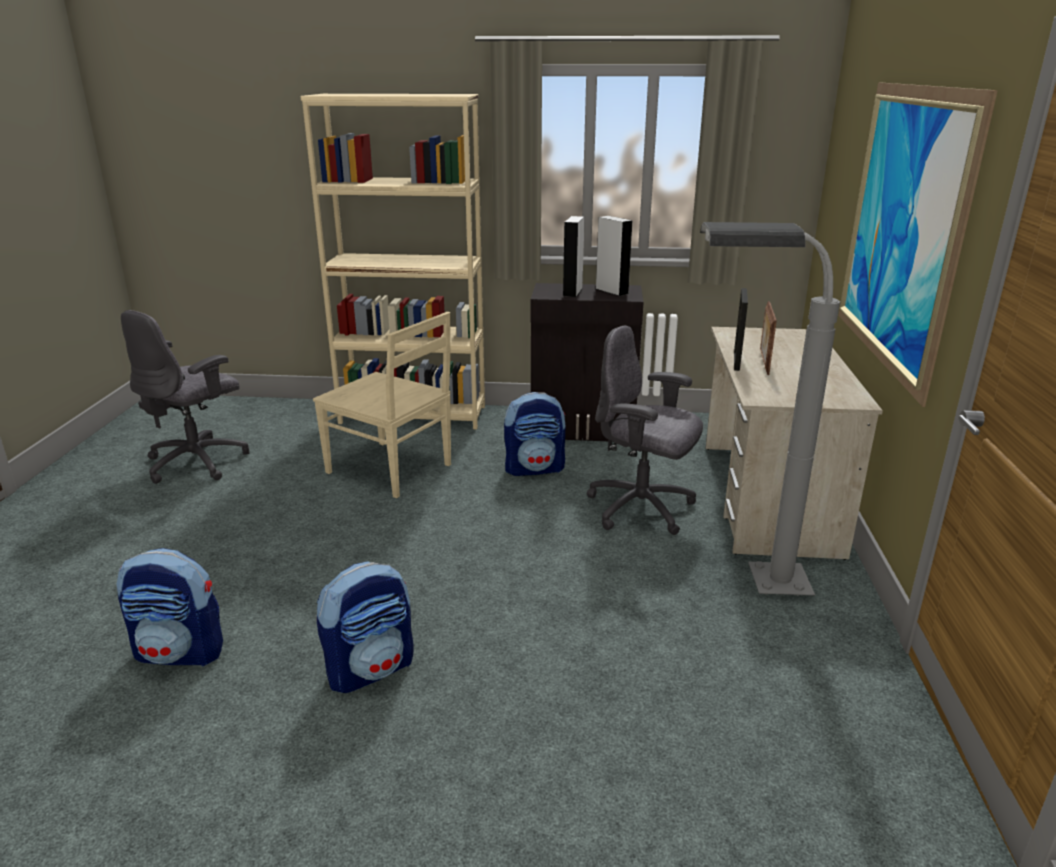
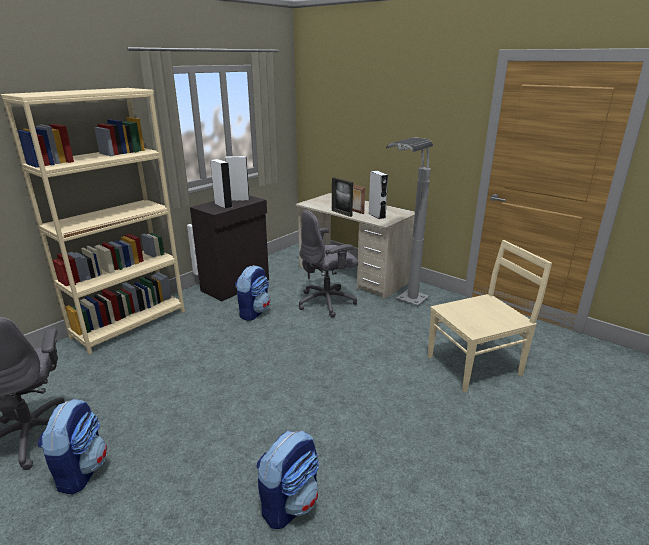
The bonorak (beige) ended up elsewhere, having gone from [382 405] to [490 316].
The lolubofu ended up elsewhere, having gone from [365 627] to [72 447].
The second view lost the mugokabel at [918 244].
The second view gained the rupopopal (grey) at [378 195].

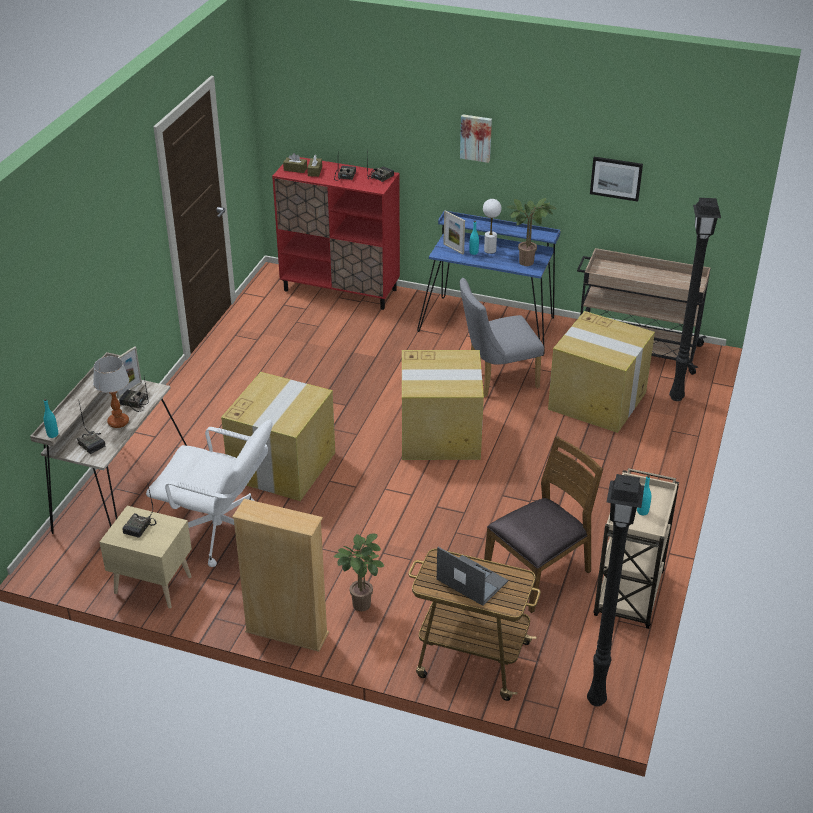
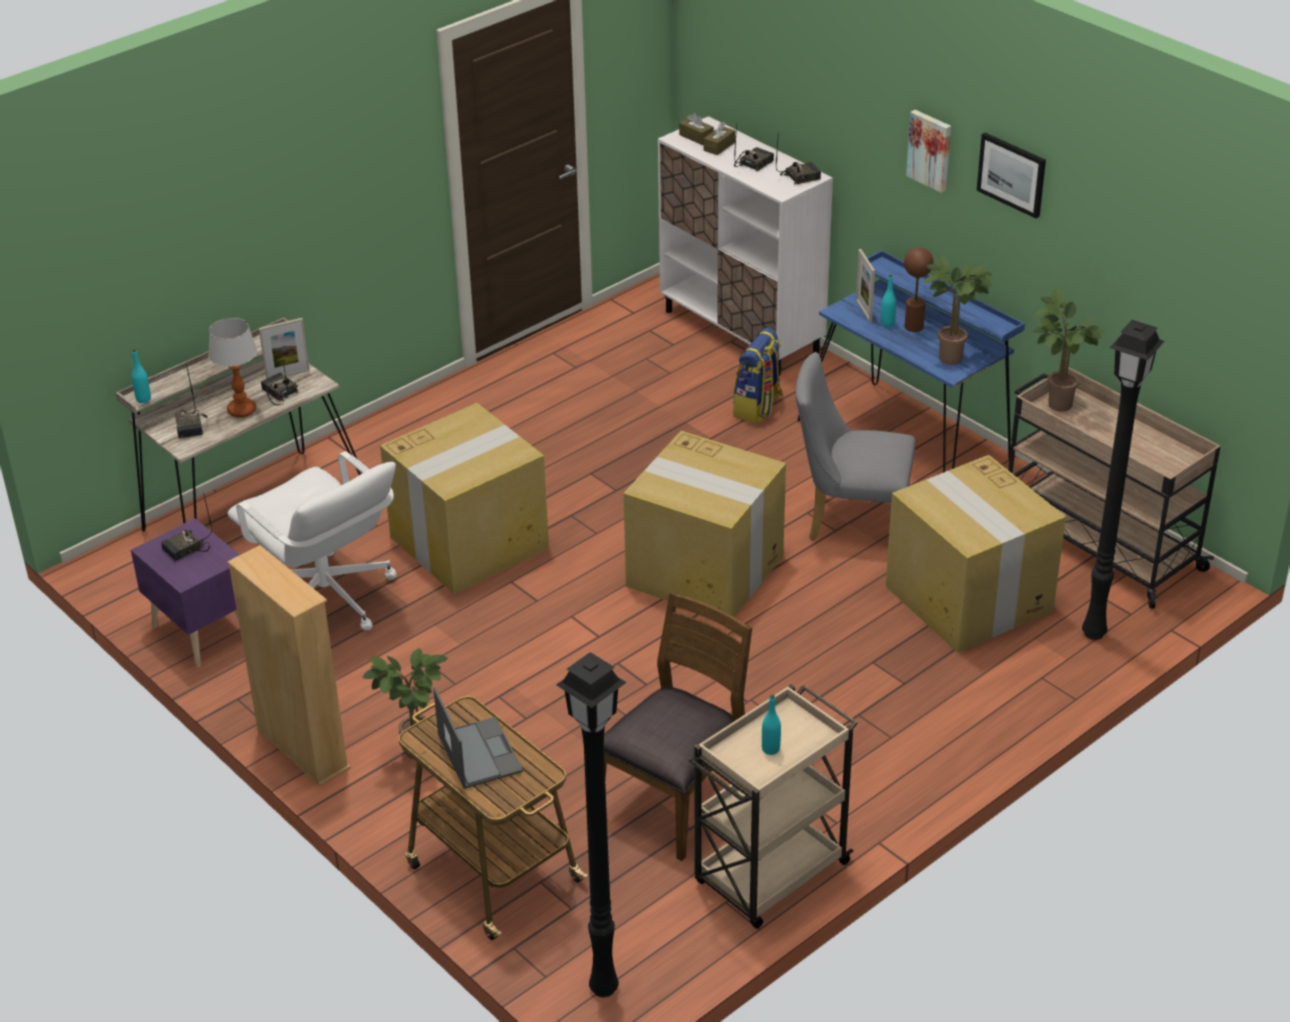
What was the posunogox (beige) at [146 557] turned into the posunogox (purple) at [185 593].
What was the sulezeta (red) at [336 233] turned into the sulezeta (white) at [745 246].
What was the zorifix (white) at [492 226] turned into the zorifix (brown) at [918 289].
The bonorak (brown) at [543 524] ended up facing another way, 45 degrees counterclockwise from before.
The mugokabel ended up elsewhere, having gone from [616 179] to [1011 175].
The second view gained the lolubofu at [758 375].
The second view gained the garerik at [1068 350].

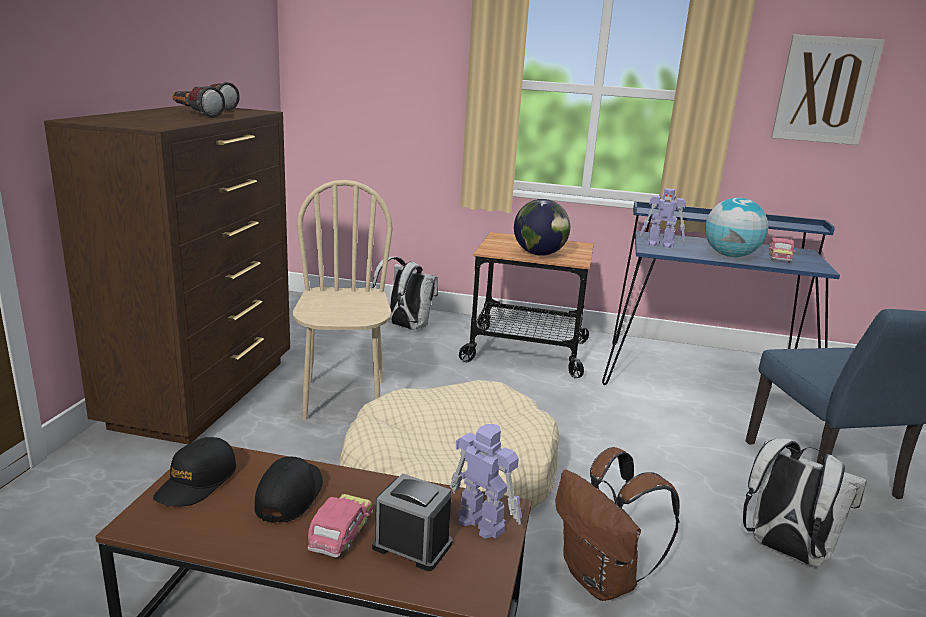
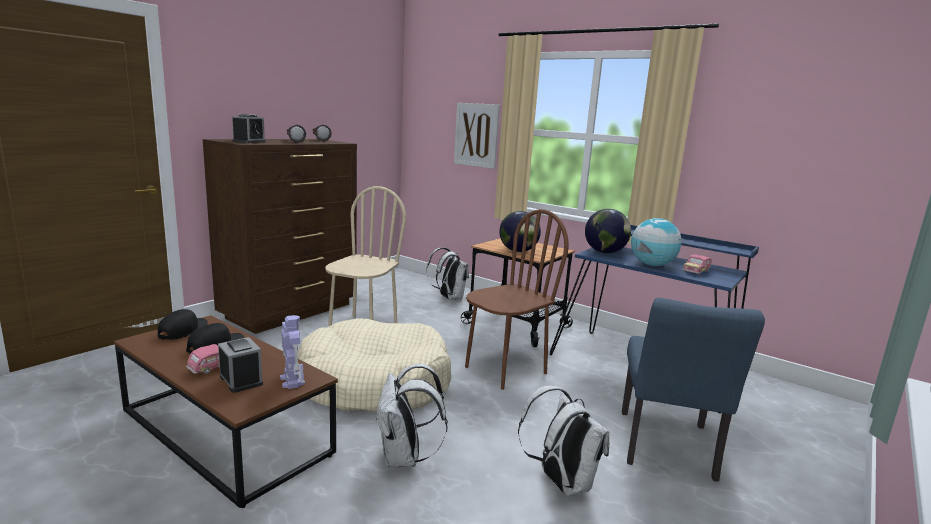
The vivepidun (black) at [194 472] ended up facing another way, 150 degrees clockwise from before.
What was the lolubofu (brown) at [618 524] turned into the lolubofu (white) at [411 416].
Where the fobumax stood at [663 218], the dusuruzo came to stand at [608 231].
The mugokabel ended up elsewhere, having gone from [828 90] to [477 136].
The second view gained the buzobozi at [249 128].
The second view gained the bonorak (brown) at [517 299].

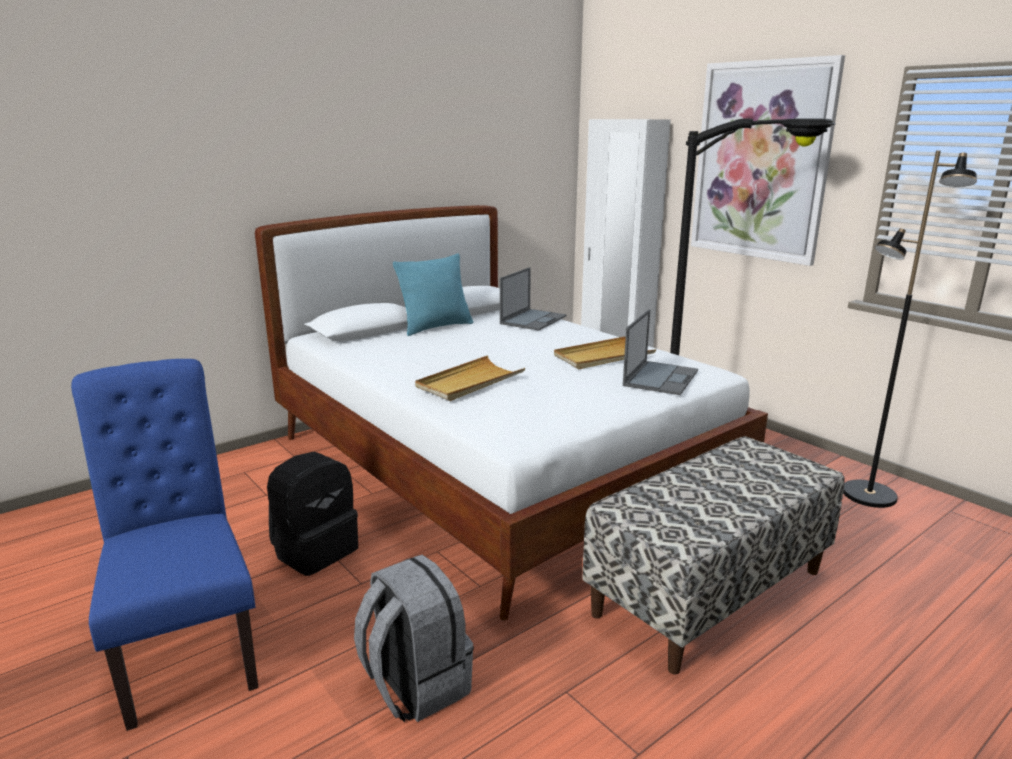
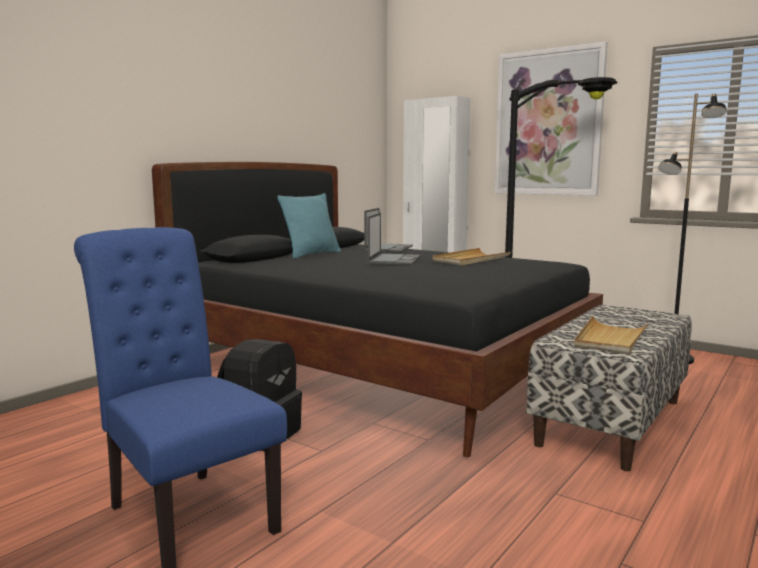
What was the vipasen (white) at [511 413] turned into the vipasen (black) at [377 309].
The second view lost the lolubofu (grey) at [414 638].
The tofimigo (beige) ended up elsewhere, having gone from [470 378] to [611 335].
The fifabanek ended up elsewhere, having gone from [660 352] to [393 239].

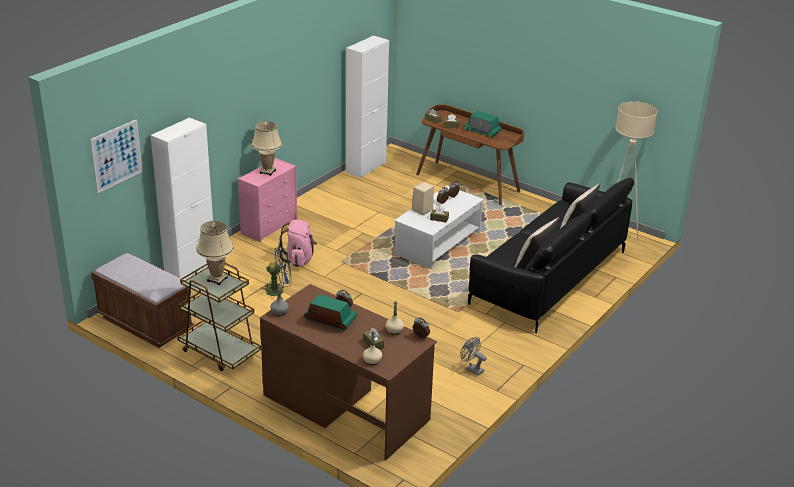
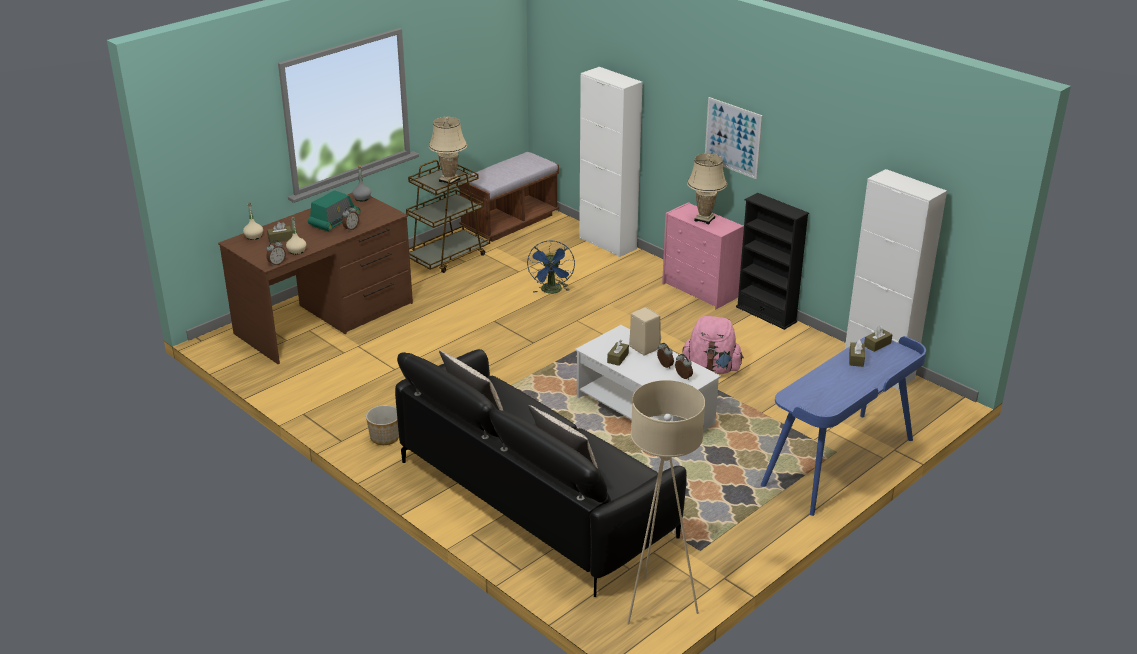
The mugokabel ended up elsewhere, having gone from [116 156] to [734 138].
The lolubofu (pink) ended up elsewhere, having gone from [297 243] to [713 345].
What was the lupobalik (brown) at [470 154] turned into the lupobalik (blue) at [843 426].
The second view lost the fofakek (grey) at [473 356].
The second view lost the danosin at [482 124].
The second view gained the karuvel at [382 425].
The second view gained the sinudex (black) at [772 261].

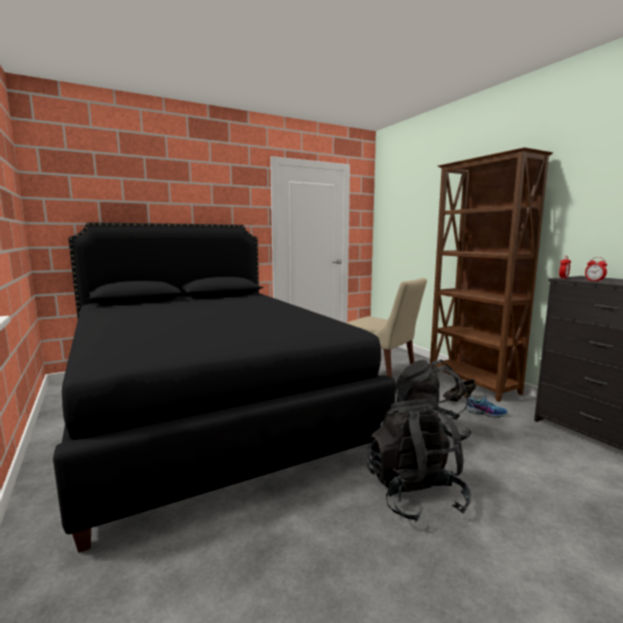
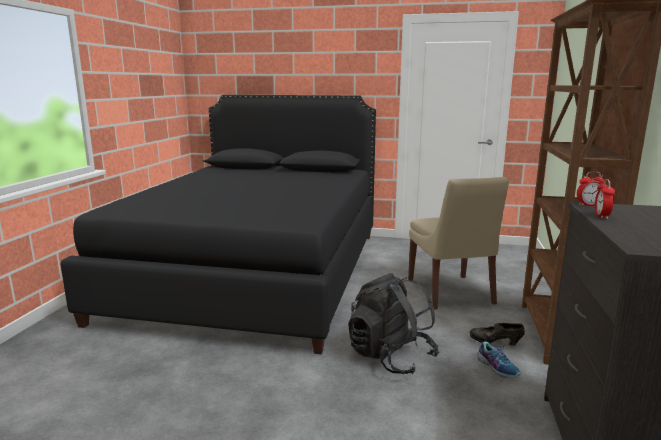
The second view lost the lolubofu (black) at [419 460].

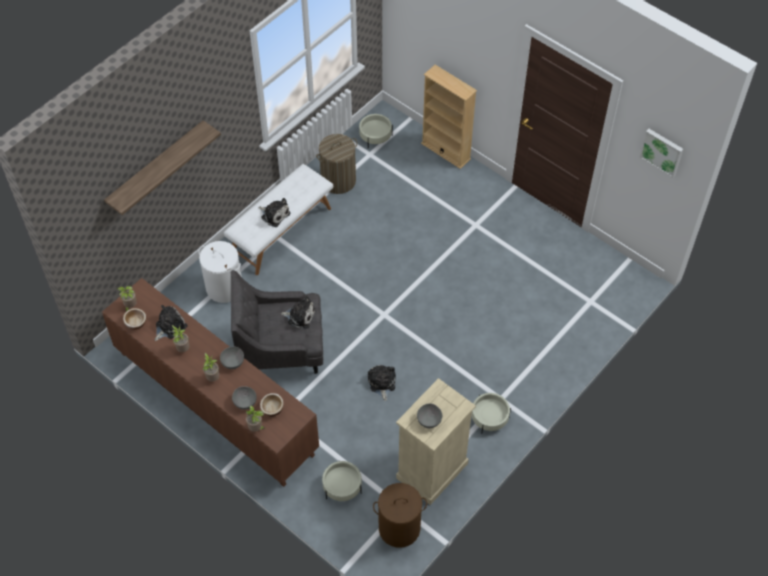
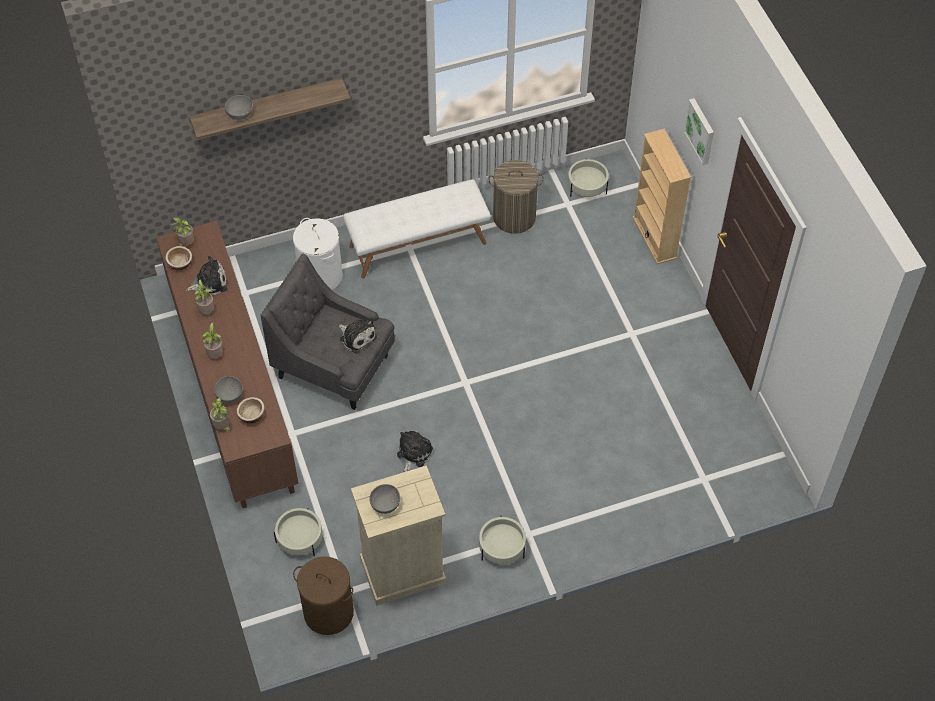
The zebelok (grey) ended up elsewhere, having gone from [232 357] to [239 107].
The second view lost the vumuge at [274 212].
The mugokabel ended up elsewhere, having gone from [661 153] to [699 131].

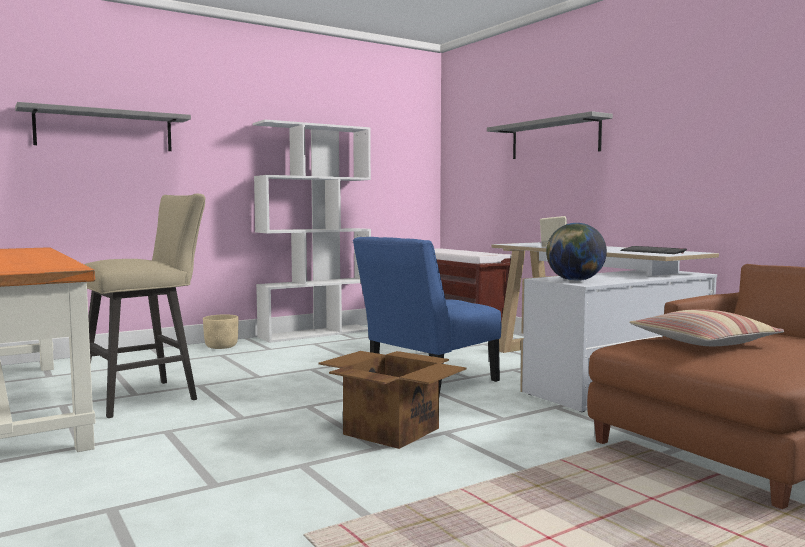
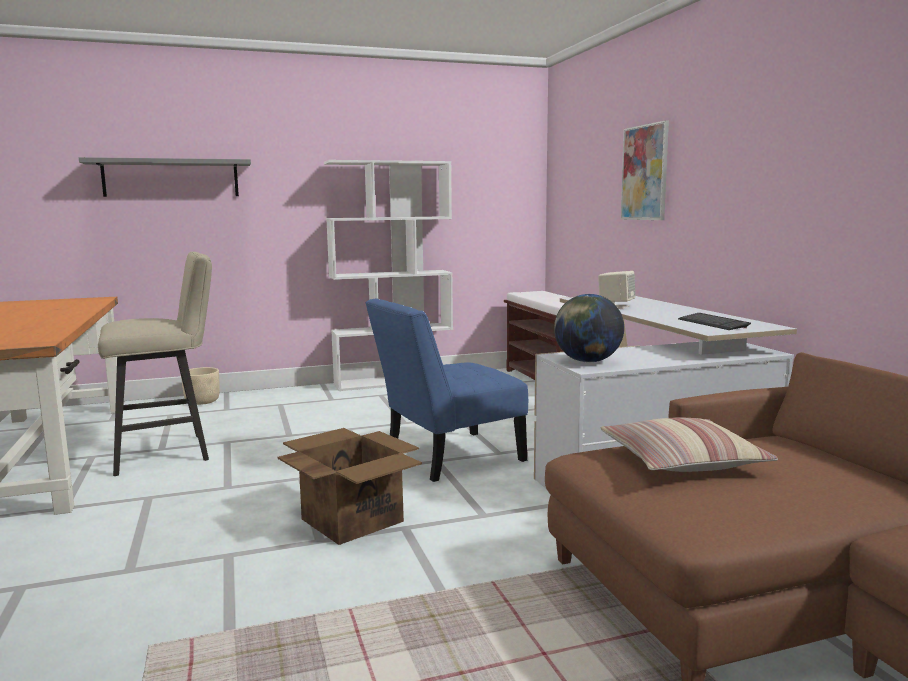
The karuvel (beige) ended up elsewhere, having gone from [220 331] to [200 386].
Where the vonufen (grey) hung at [550 135], the mugokabel came to hang at [645 170].

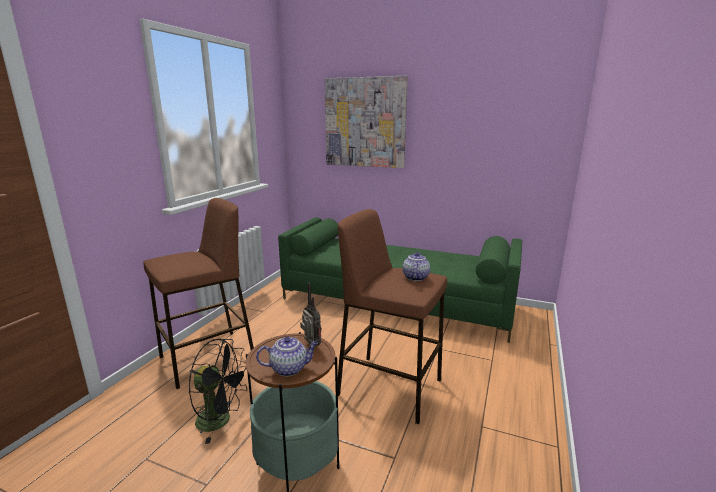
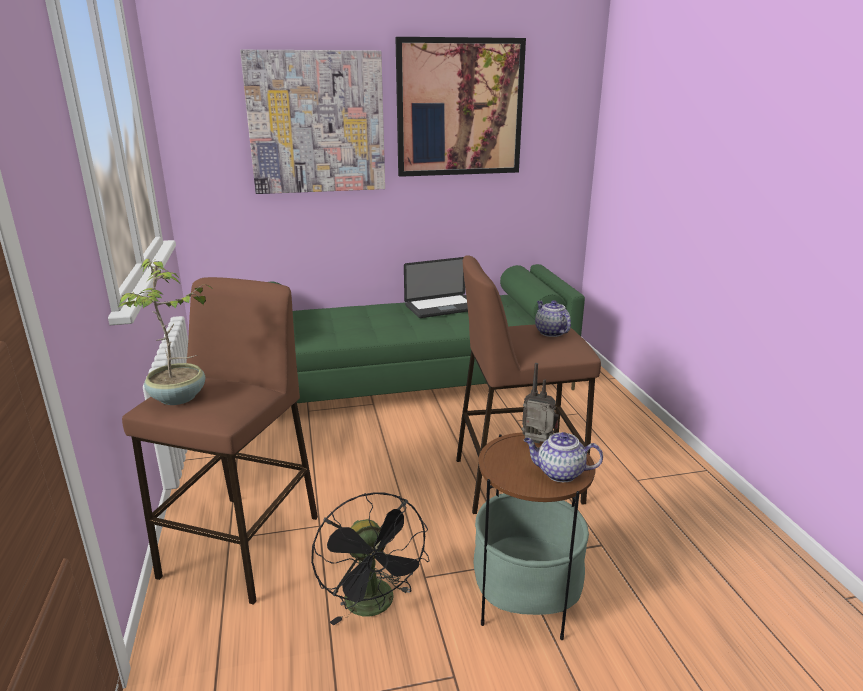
The fofakek (black) at [218 391] ended up facing another way, 90 degrees clockwise from before.
The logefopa at [287 356] ended up facing another way, 120 degrees counterclockwise from before.
The second view gained the garerik at [166 332].
The second view gained the mugokabel at [460 107].
The second view gained the fifabanek at [436 287].

